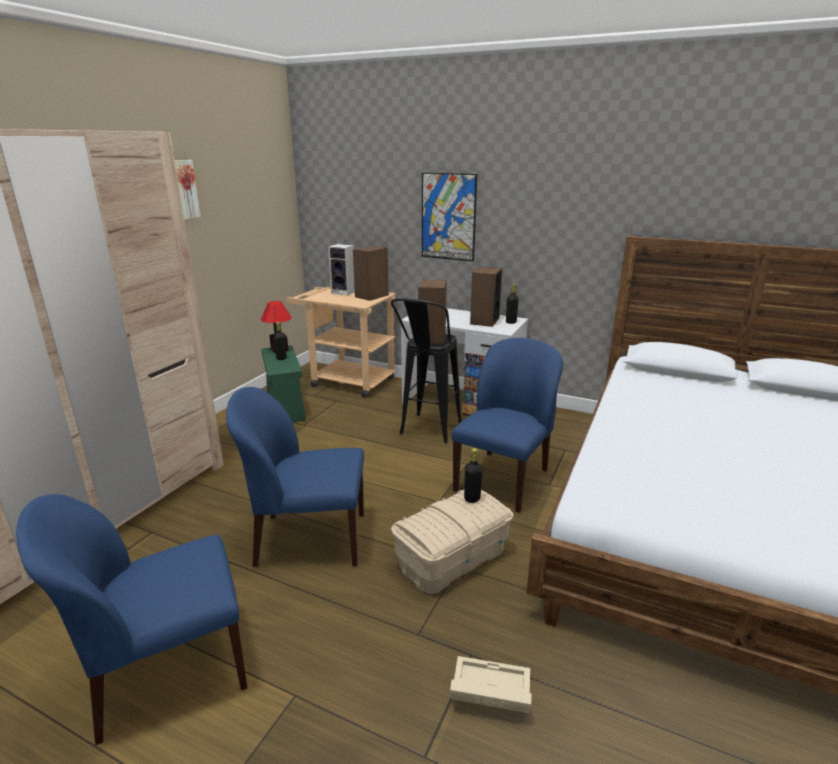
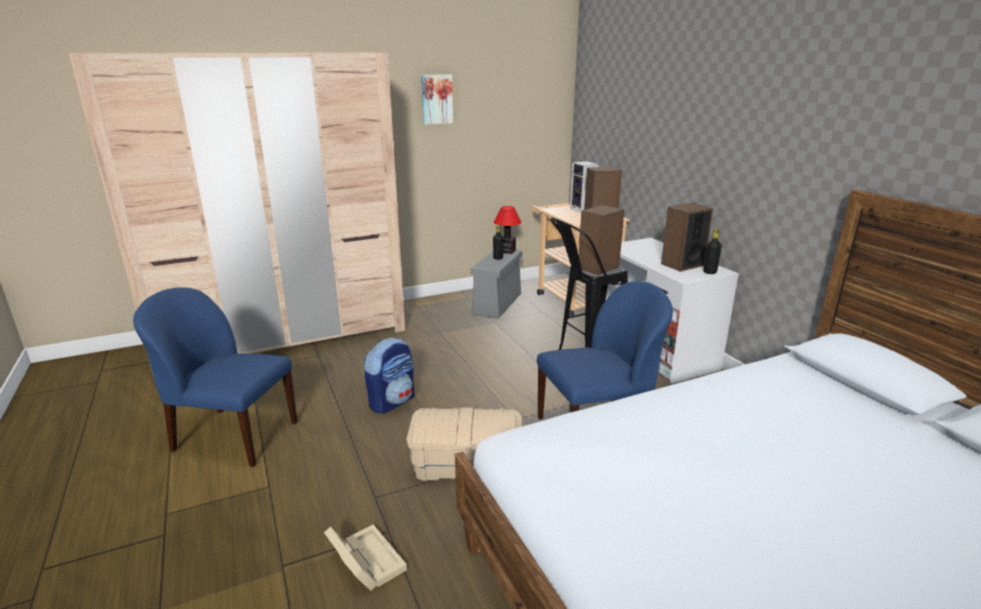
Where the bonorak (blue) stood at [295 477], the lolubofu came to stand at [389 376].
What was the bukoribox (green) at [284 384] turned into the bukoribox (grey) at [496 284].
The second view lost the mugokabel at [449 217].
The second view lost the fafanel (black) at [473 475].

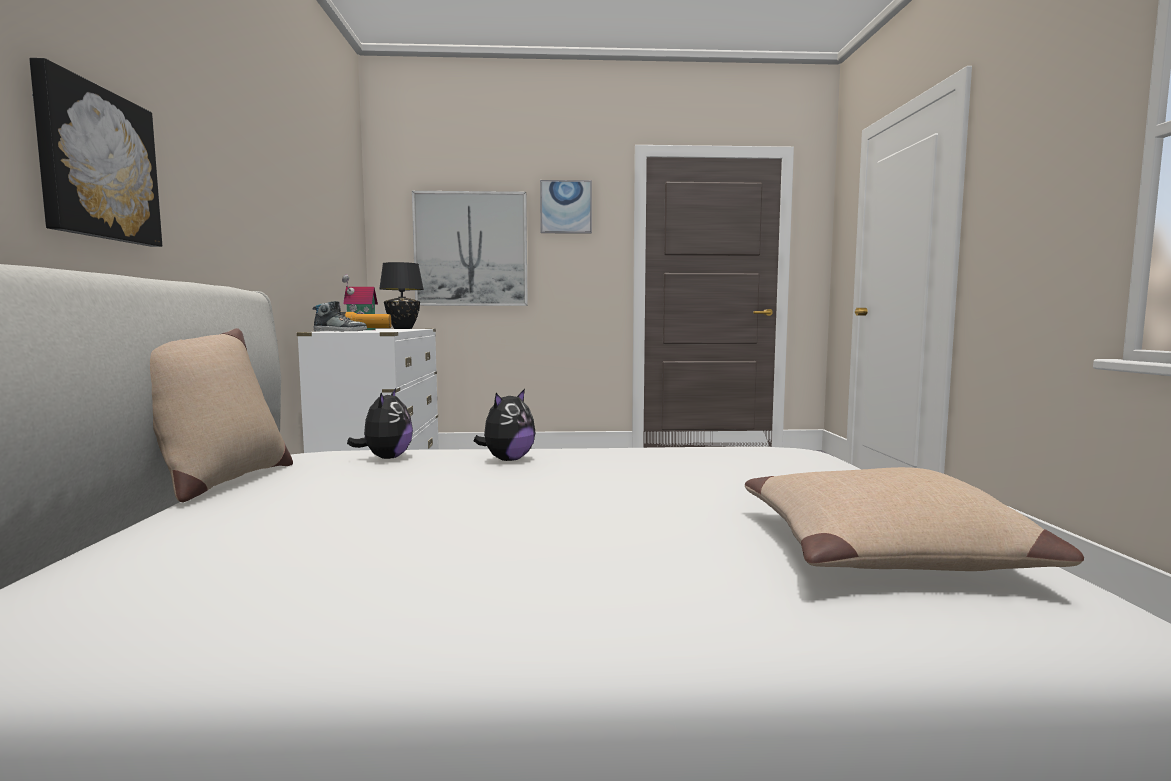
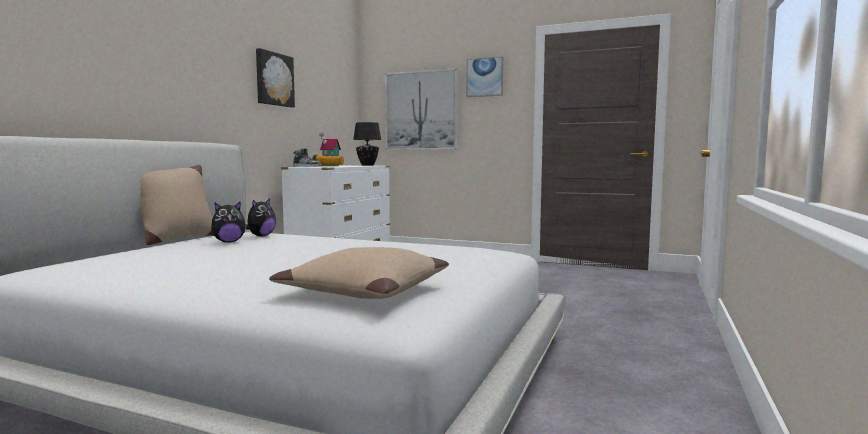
The mugokabel ended up elsewhere, having gone from [95 152] to [275 78].
The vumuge ended up elsewhere, having gone from [505 425] to [229 222].

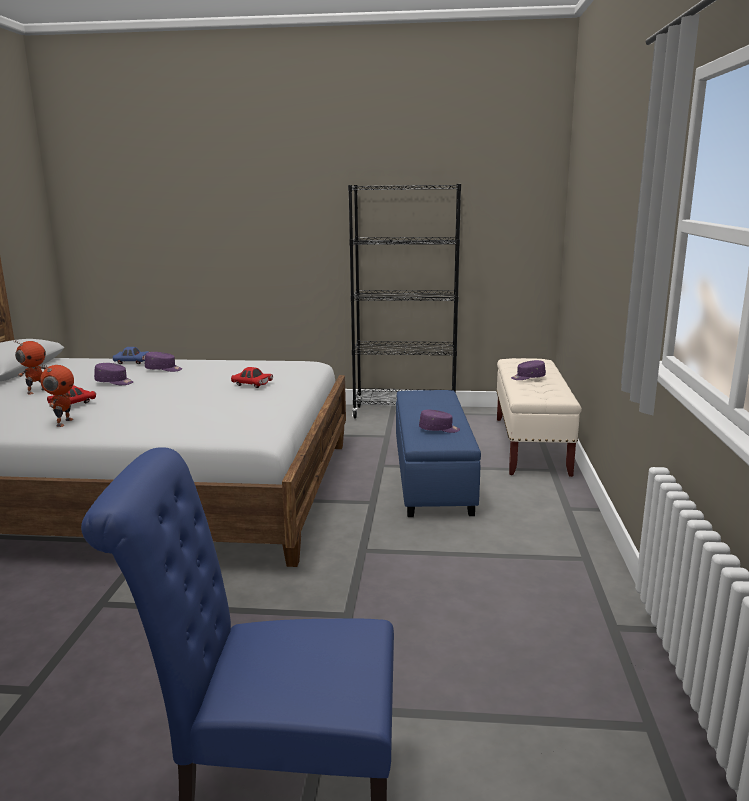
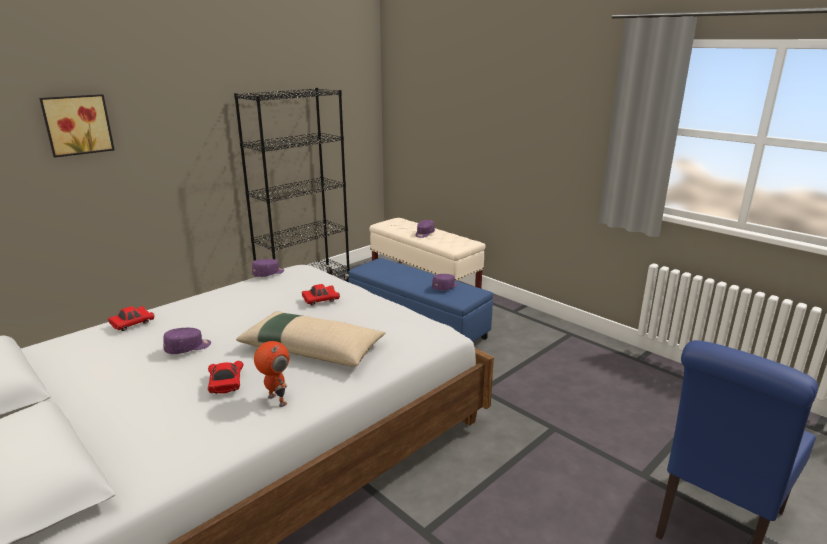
The second view lost the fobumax at [29 367].
What was the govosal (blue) at [131 355] turned into the govosal (red) at [131 318].
The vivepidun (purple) ended up elsewhere, having gone from [163 362] to [268 268].
The second view gained the mugokabel at [77 126].
The second view gained the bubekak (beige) at [311 339].

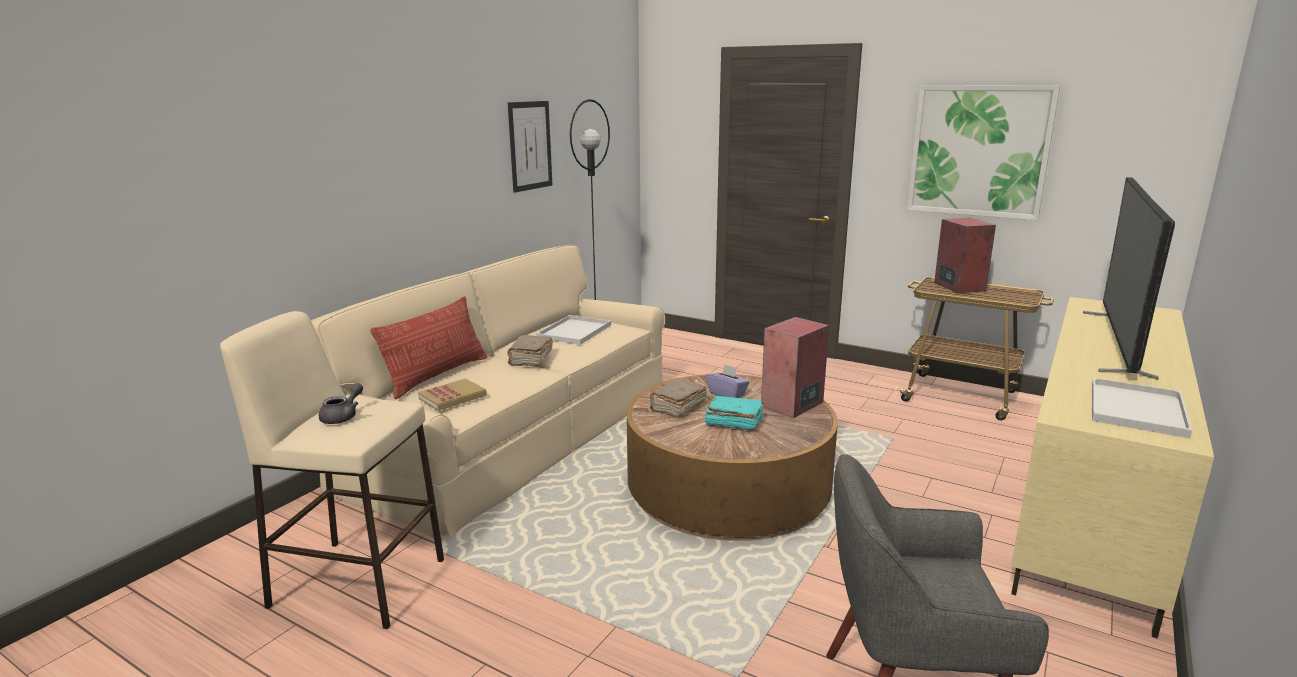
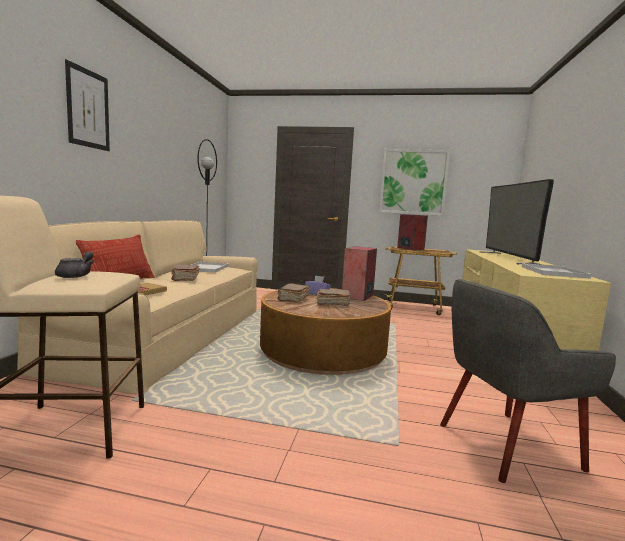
The mugokabel ended up elsewhere, having gone from [530 147] to [87 105].
What was the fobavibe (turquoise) at [734 413] turned into the fobavibe (brown) at [333 297].

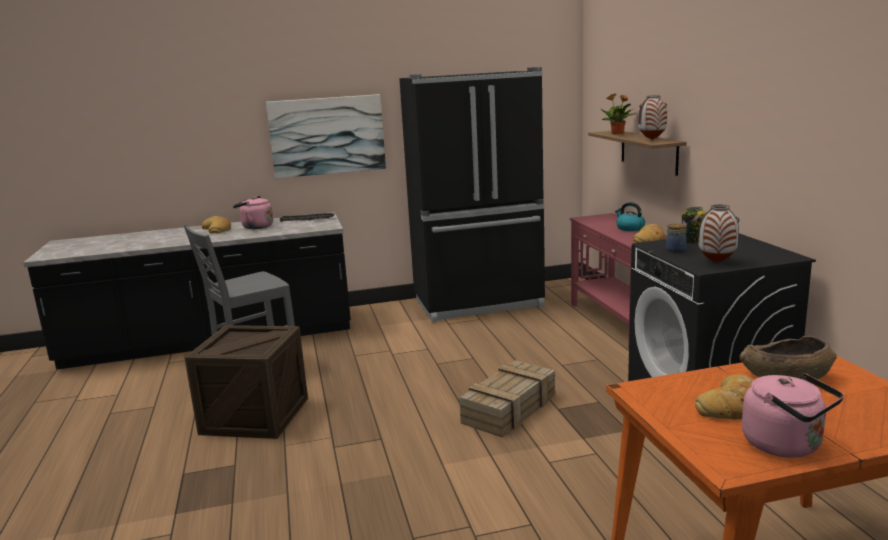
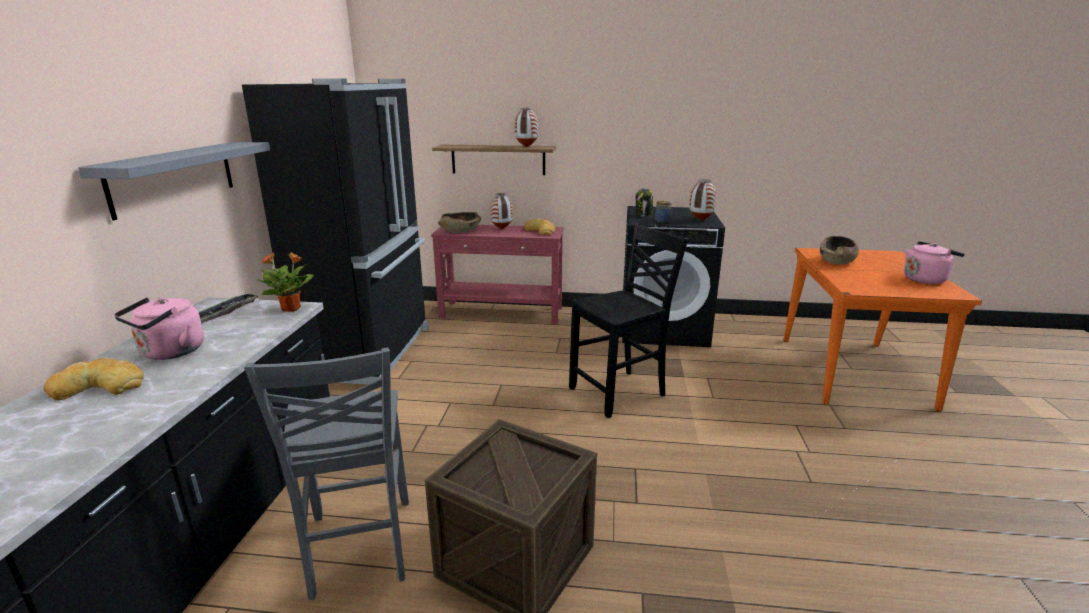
Where the mugokabel hung at [326 136], the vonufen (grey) came to hang at [174 181].
Where the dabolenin stood at [507 398], the bonorak (black) came to stand at [628 320].
The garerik ended up elsewhere, having gone from [618 114] to [285 282].
Where the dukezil stood at [630 216], the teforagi came to stand at [501 211].
The second view lost the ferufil at [724 396].
The second view gained the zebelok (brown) at [459 222].

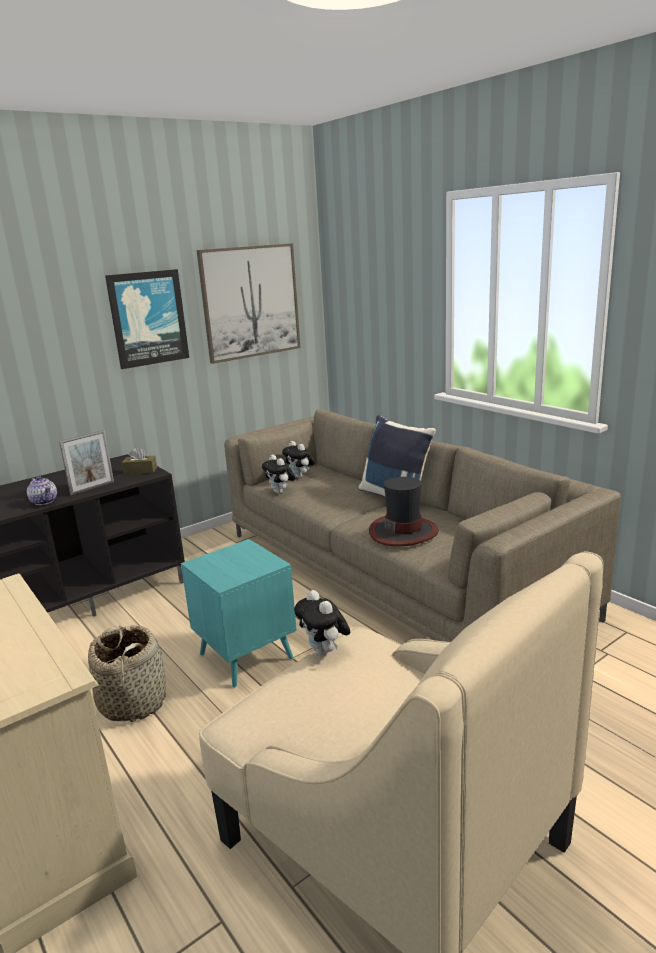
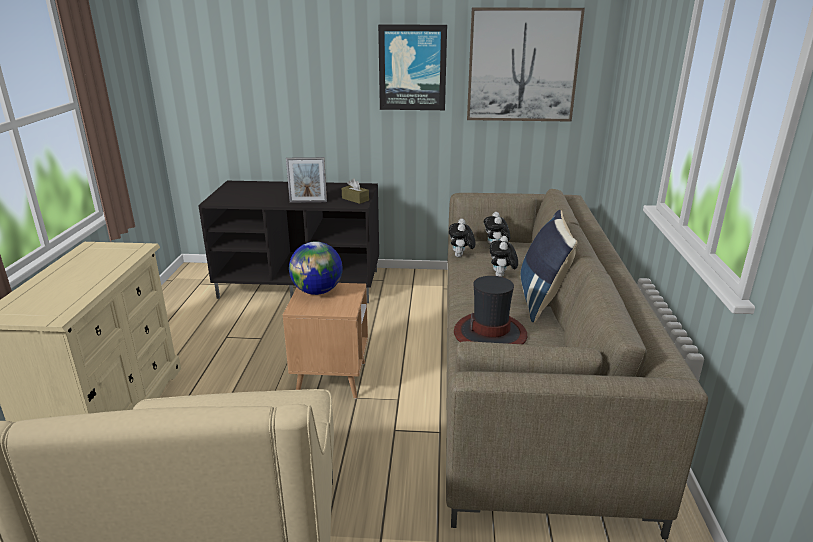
The second view lost the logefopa at [42 490].
The second view lost the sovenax at [127 673].
What was the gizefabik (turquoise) at [239 613] turned into the gizefabik (brown) at [325 341].
The vumuge ended up elsewhere, having gone from [322 623] to [503 256].
The second view gained the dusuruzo at [316 268].

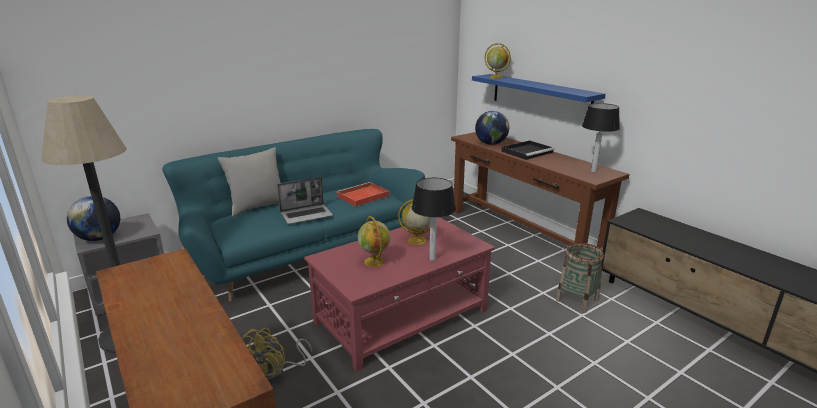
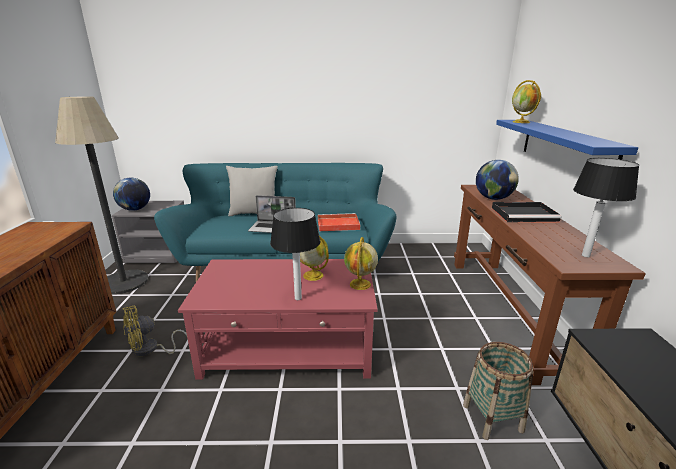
The dusuruzo ended up elsewhere, having gone from [374 241] to [361 263].

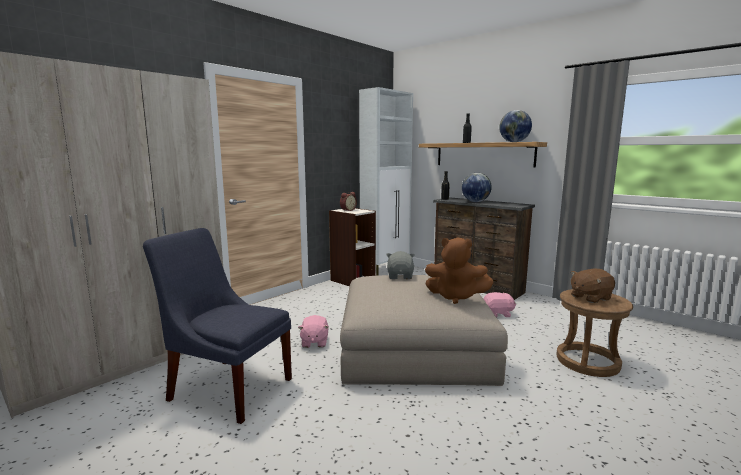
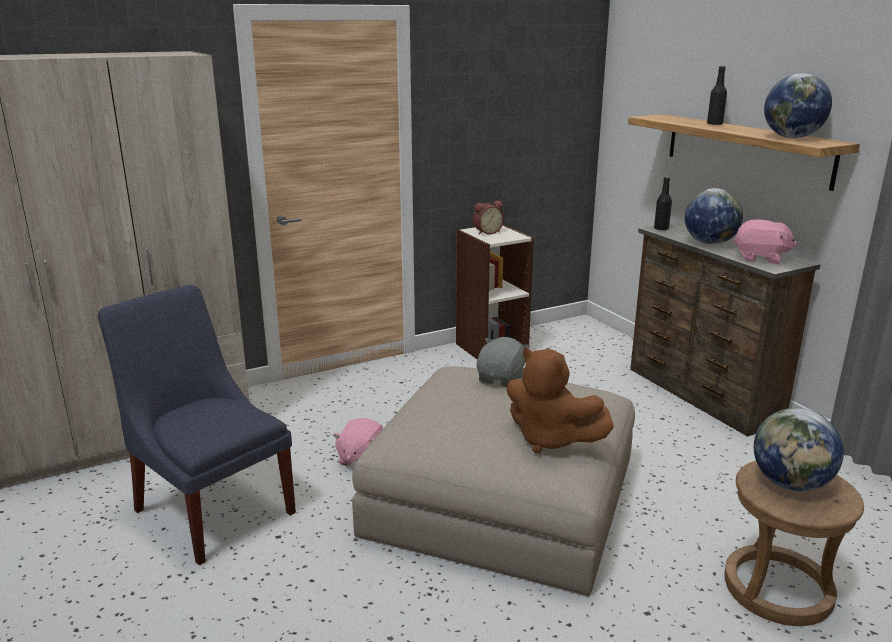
The second view lost the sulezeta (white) at [386 181].
The vumuge (pink) ended up elsewhere, having gone from [500 304] to [765 241].
Where the vumuge (brown) stood at [593 286], the dusuruzo came to stand at [799 450].

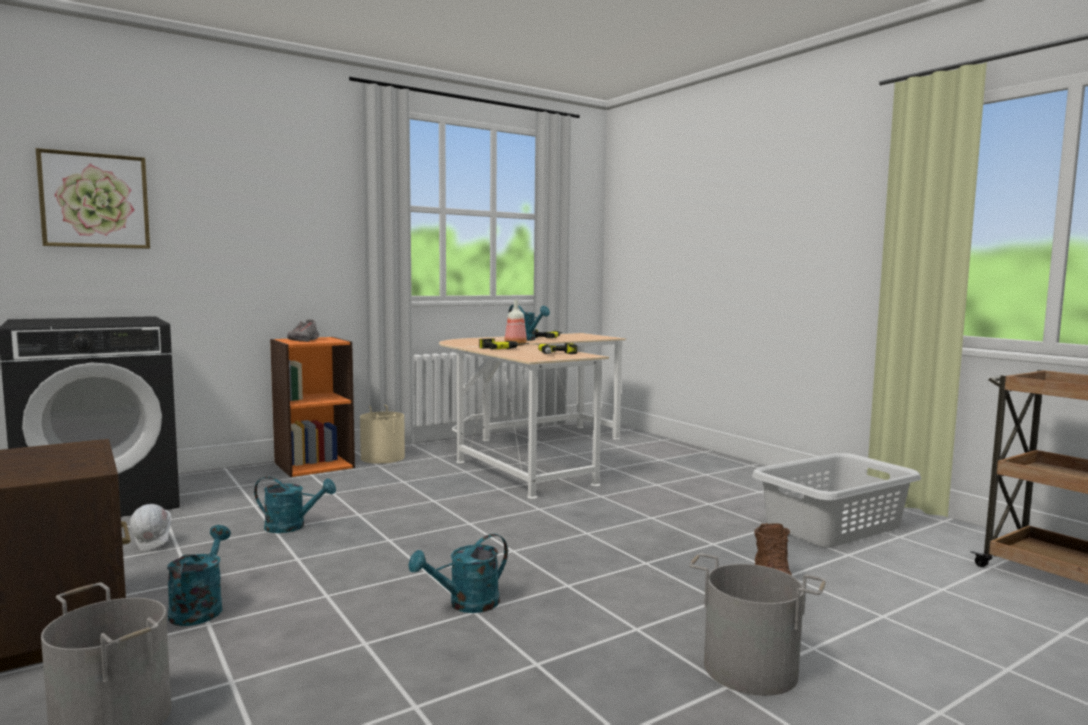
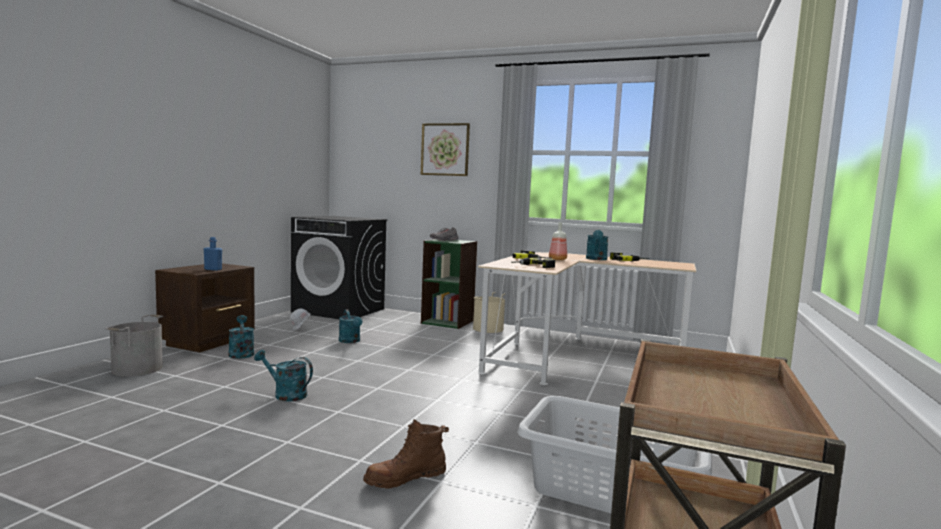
The mugokabel ended up elsewhere, having gone from [93 198] to [445 149].
The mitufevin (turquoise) at [199 575] ended up facing another way, 75 degrees counterclockwise from before.
What was the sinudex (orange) at [312 407] turned into the sinudex (green) at [449 284].
The second view lost the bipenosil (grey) at [757 624].
The second view gained the fafanel (blue) at [213 254].

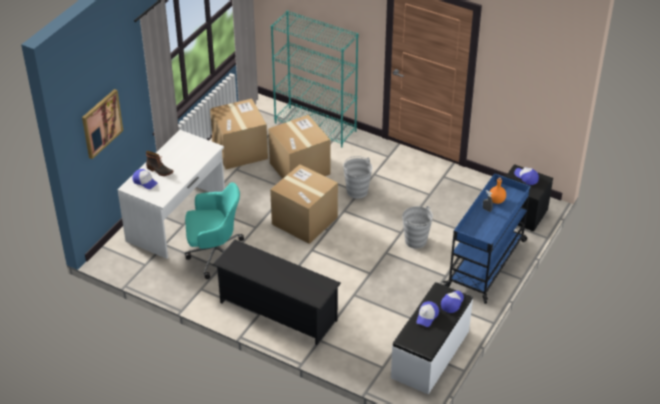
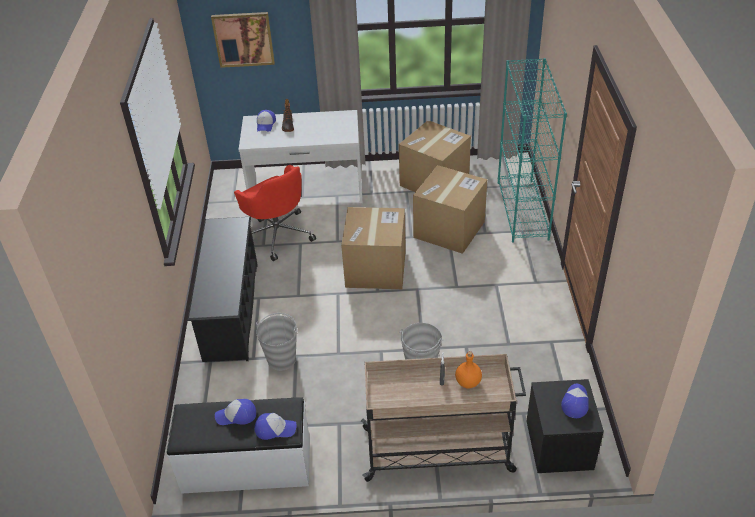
What was the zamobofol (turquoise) at [214 230] turned into the zamobofol (red) at [275 213].
The bipenosil (grey) ended up elsewhere, having gone from [357 177] to [276 342].
What was the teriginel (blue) at [486 238] turned into the teriginel (beige) at [443 418].

